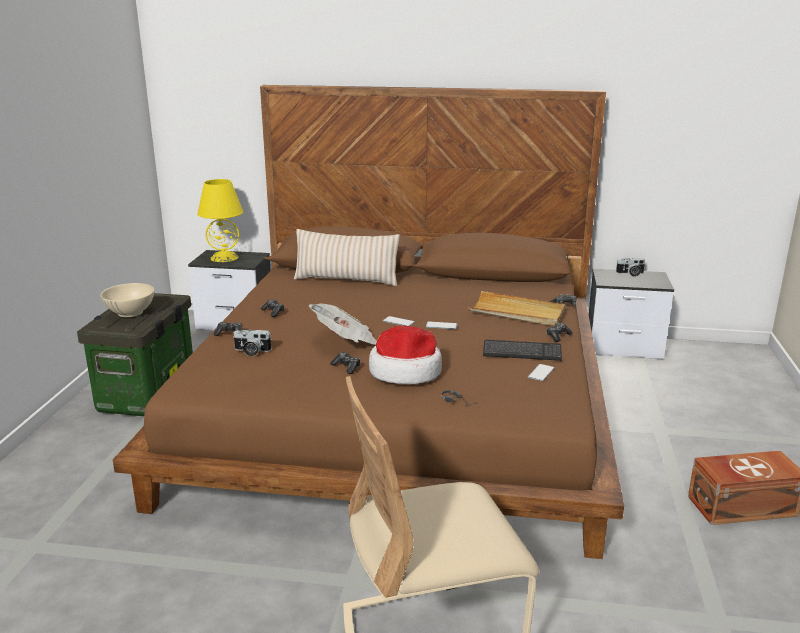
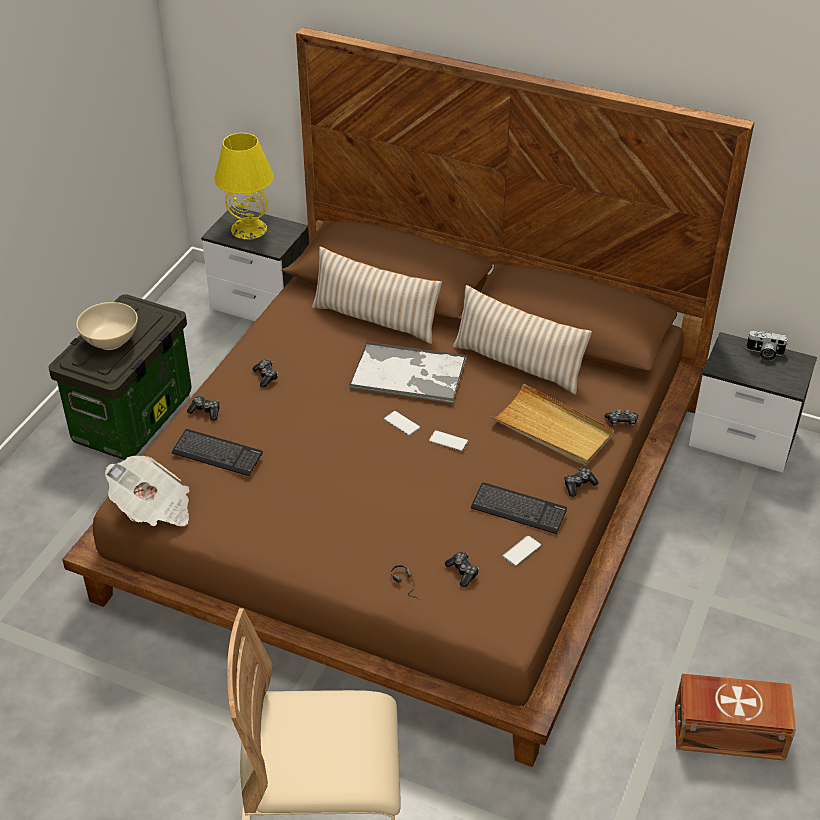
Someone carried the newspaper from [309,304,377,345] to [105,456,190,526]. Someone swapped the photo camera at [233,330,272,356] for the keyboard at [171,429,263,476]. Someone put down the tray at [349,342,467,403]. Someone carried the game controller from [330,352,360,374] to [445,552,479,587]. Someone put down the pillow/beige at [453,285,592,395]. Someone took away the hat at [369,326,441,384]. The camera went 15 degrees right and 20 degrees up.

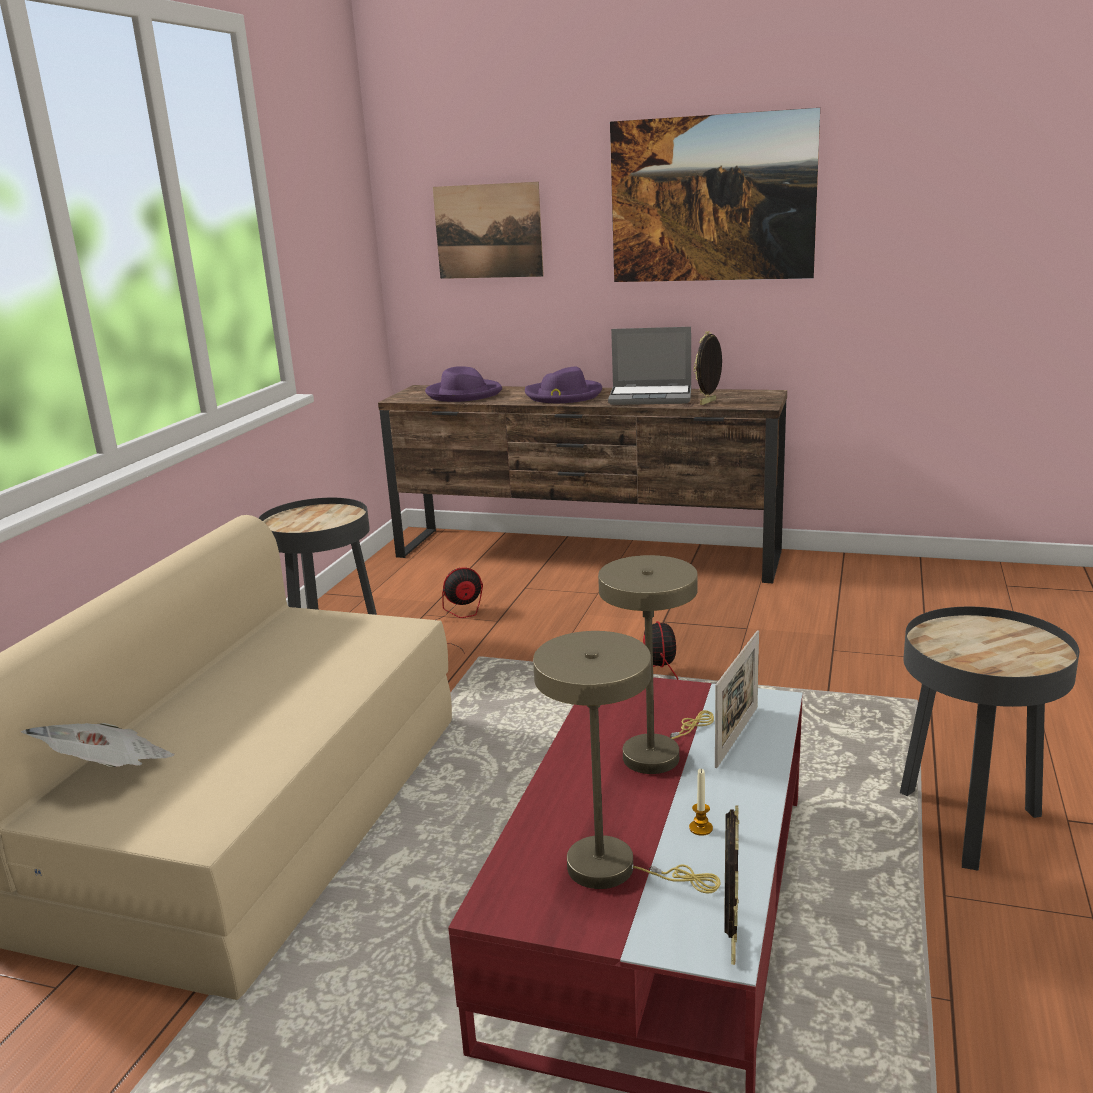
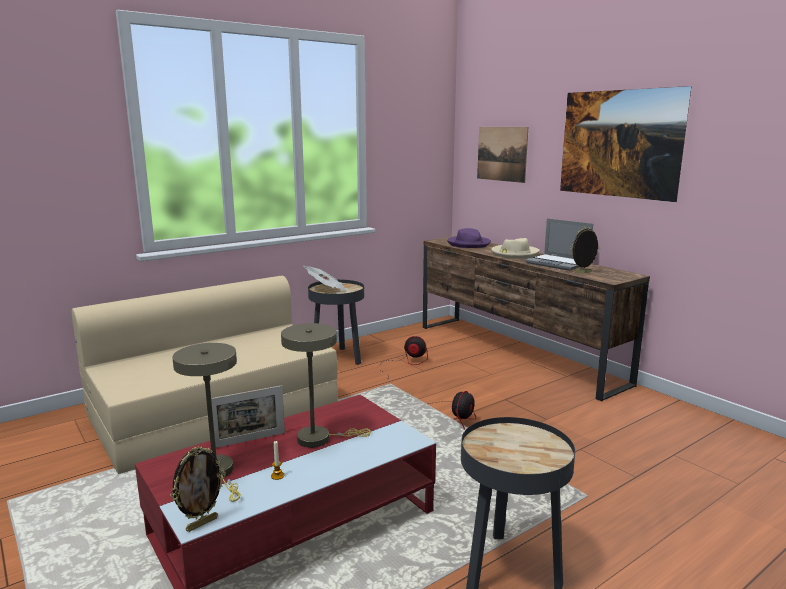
Someone carried the picture frame from [715,630,759,768] to [211,385,285,448]. Someone carried the newspaper from [20,723,174,767] to [303,266,348,292]. Someone repainted the hat/purple at [525,366,602,403], which became the hat/beige at [491,238,539,259]. The camera went 35 degrees right and 5 degrees down.

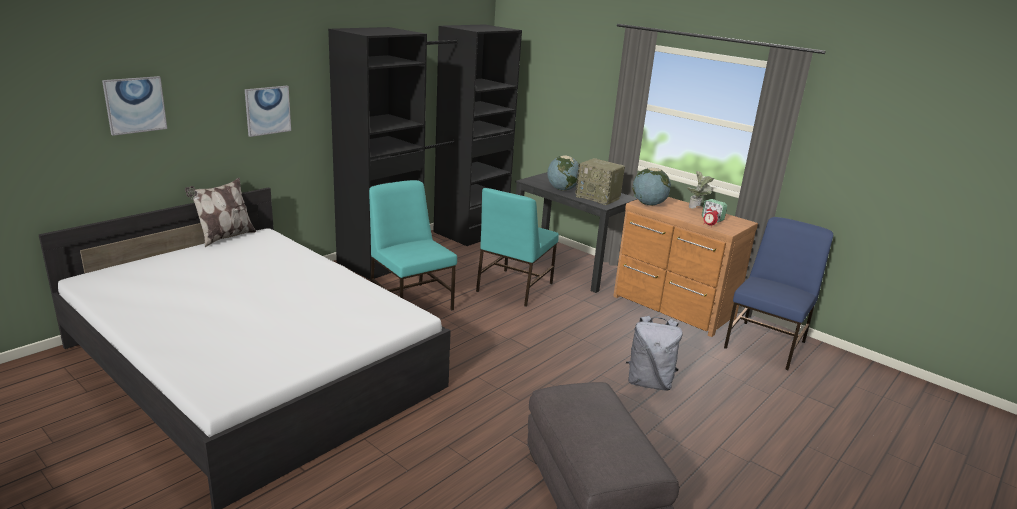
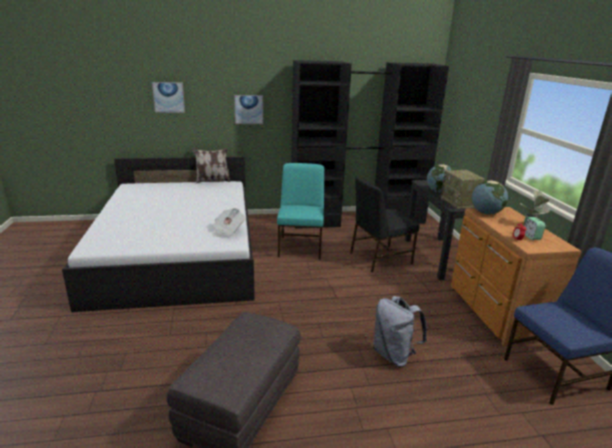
Someone put down the newspaper at [212,208,245,237]. Someone repainted the chair/turquoise at [476,188,559,306], which became the chair/black at [350,176,420,272]. The camera went 40 degrees right and 0 degrees up.

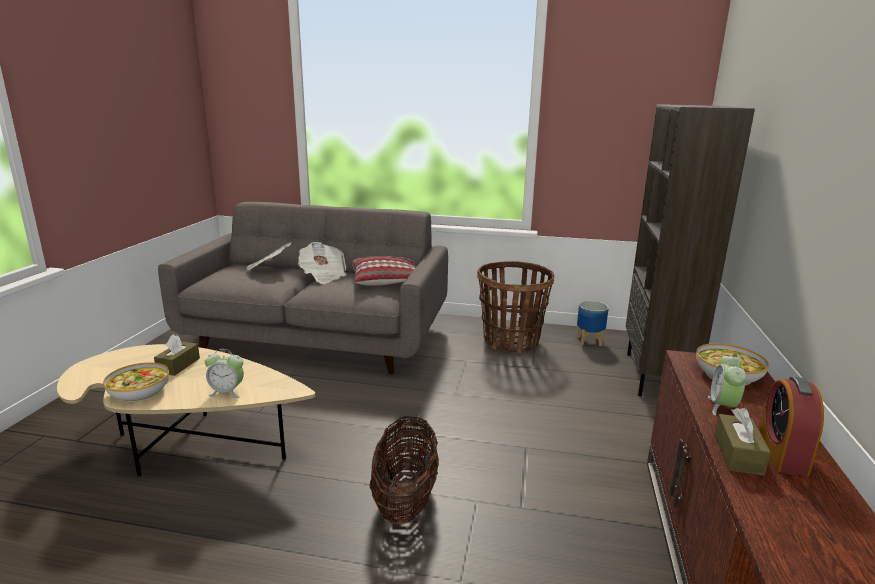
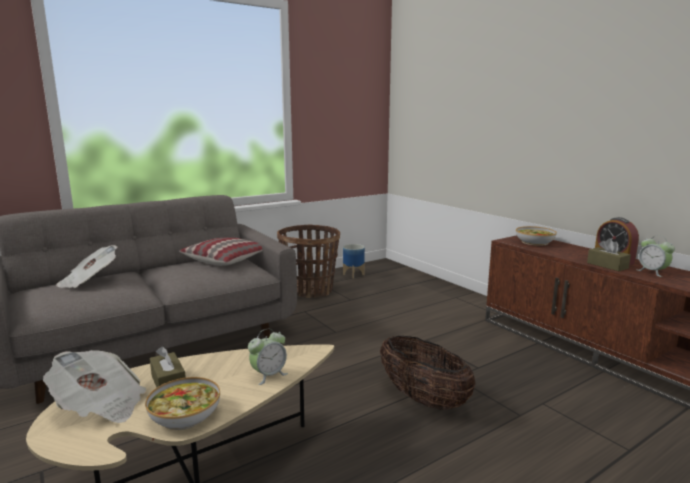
Someone carried the newspaper from [298,242,346,284] to [43,350,146,423]. Someone carried the alarm clock from [708,354,746,416] to [638,235,675,277]. Someone took away the bookcase/brown at [626,104,755,397]. The camera went 45 degrees left and 5 degrees down.

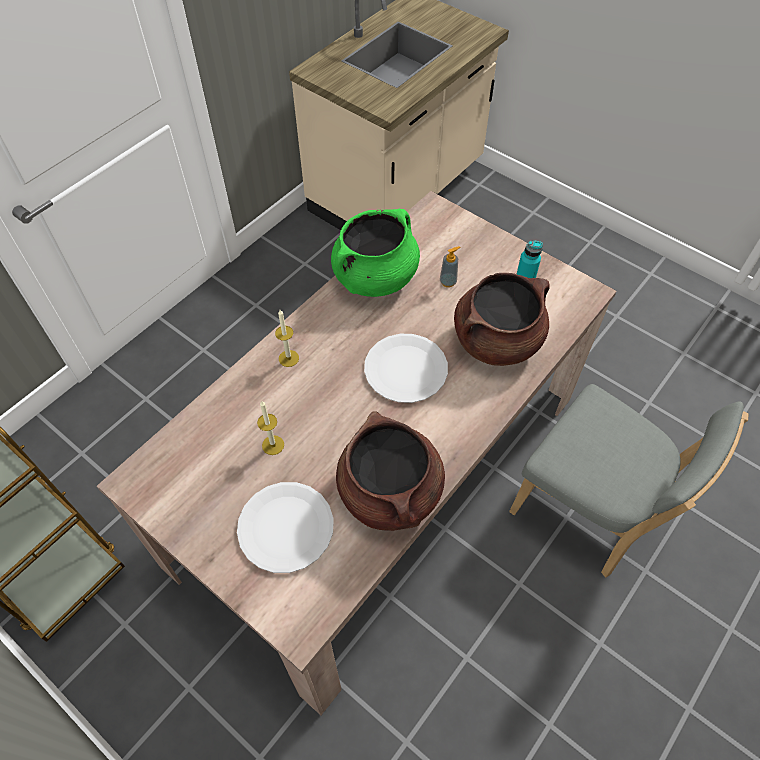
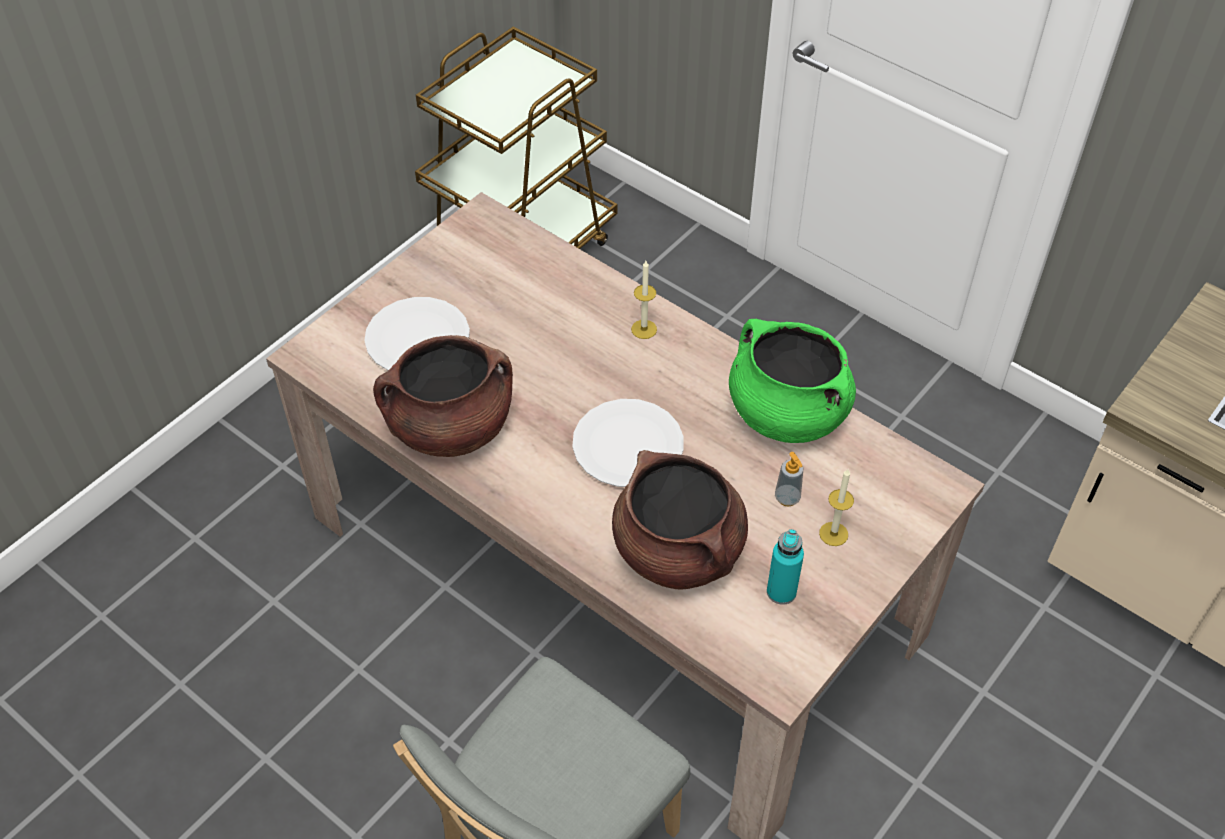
Someone carried the candle from [257,401,284,455] to [819,469,854,546]. The camera went 90 degrees right and 5 degrees down.

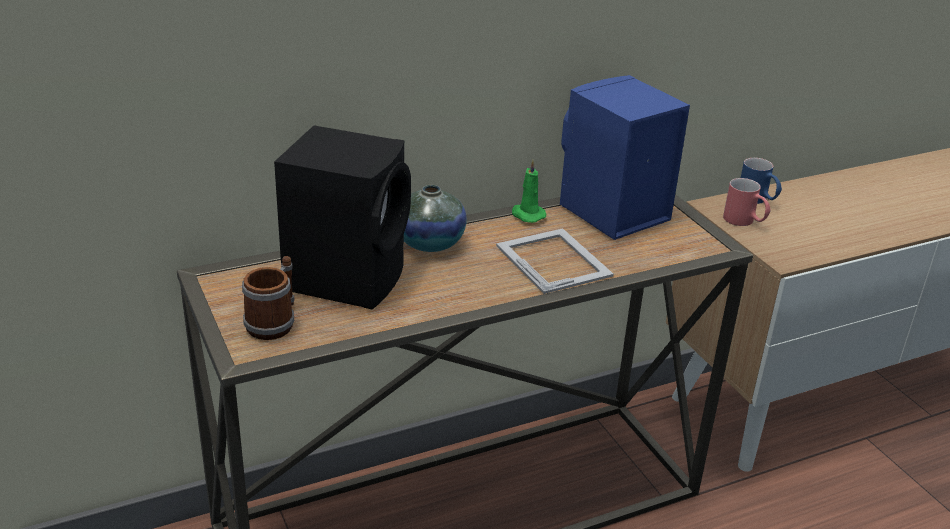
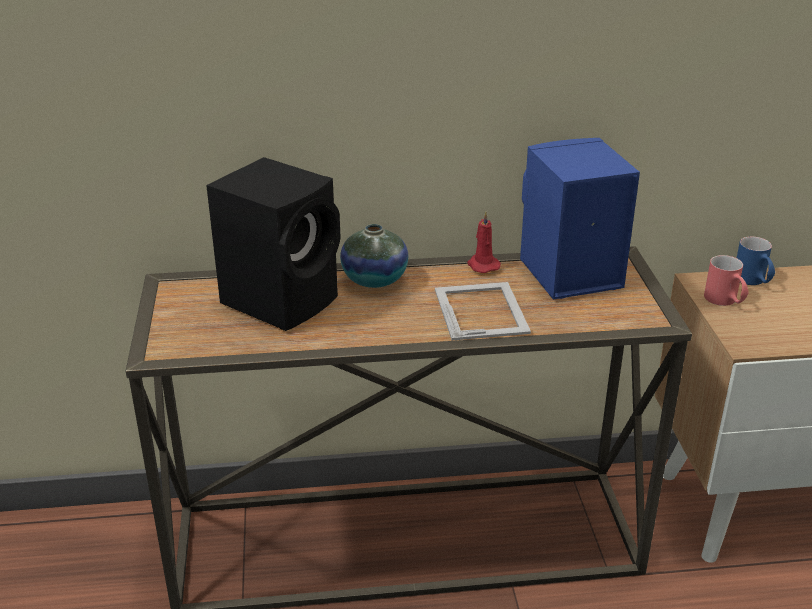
Someone repainted the candle/green at [512,160,546,223], which became the candle/red at [467,212,501,273]. Someone took away the mug at [242,256,294,340]. The camera went 20 degrees right and 0 degrees up.

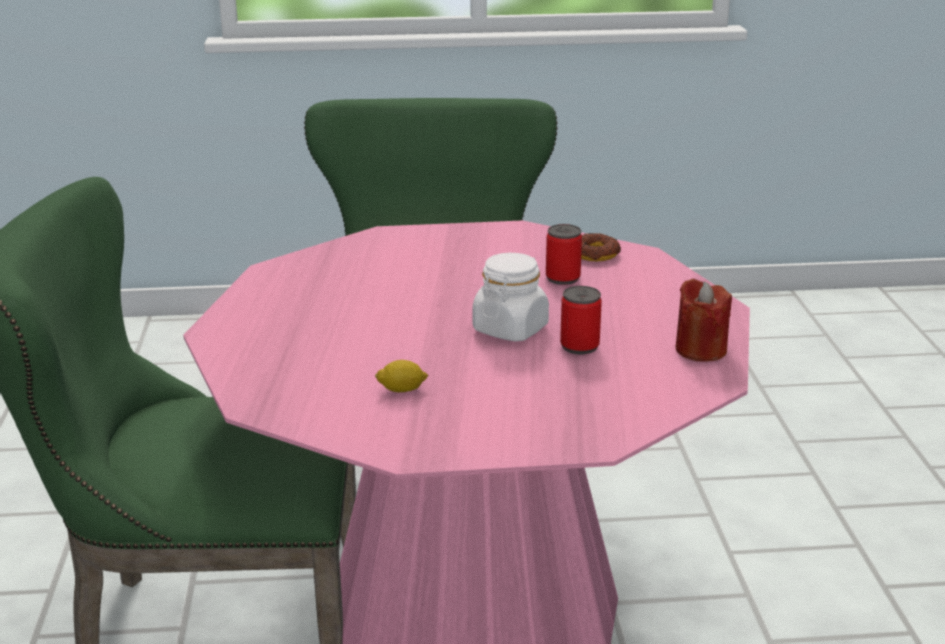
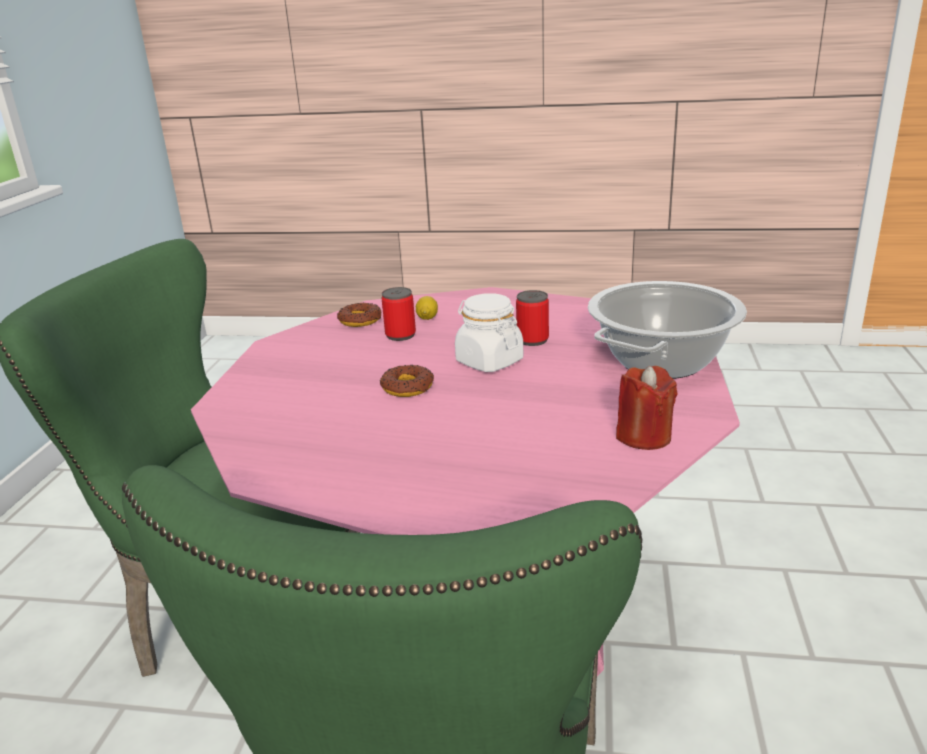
Someone put down the donut at [380,365,434,397]. Someone carried the lemon from [375,360,428,392] to [416,296,438,320]. Someone put down the cooking pot at [588,281,747,379]. Someone carried the candle/red from [676,279,732,362] to [616,366,678,450]. The camera went 75 degrees left and 0 degrees up.

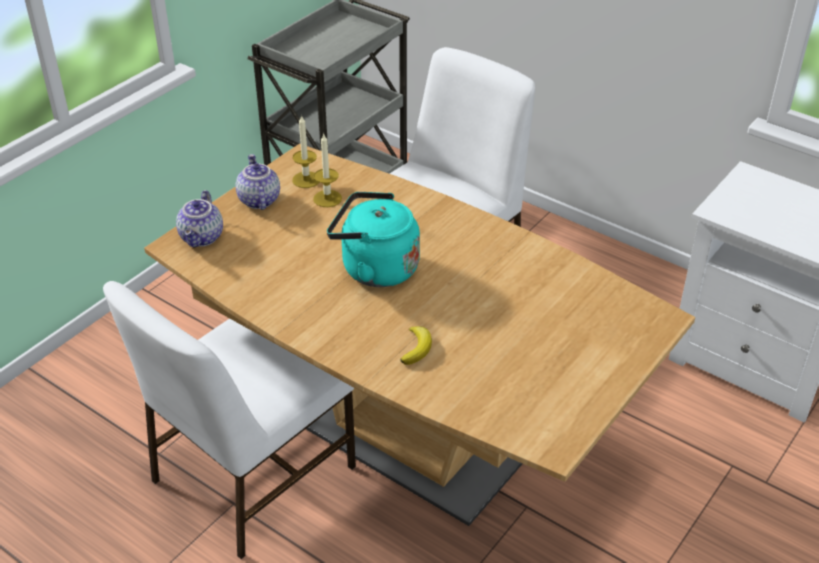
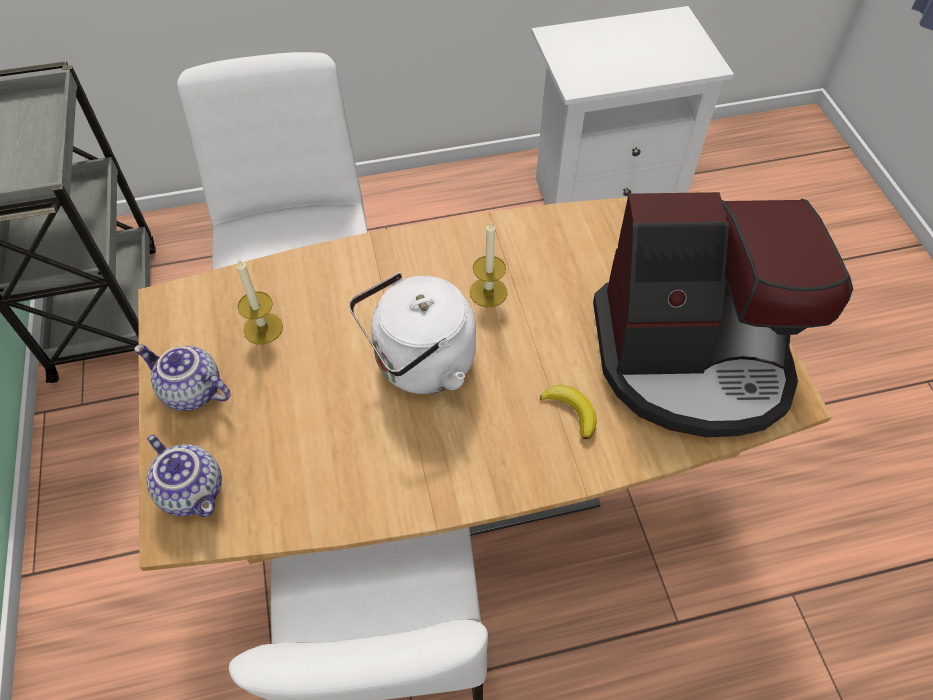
Someone repainted the kettle/turquoise at [327,192,420,287], which became the kettle/white at [349,272,476,394]. Someone carried the candle from [292,115,319,188] to [470,222,507,308]. Someone put down the coffee machine at [593,192,853,437]. The camera went 50 degrees left and 15 degrees up.

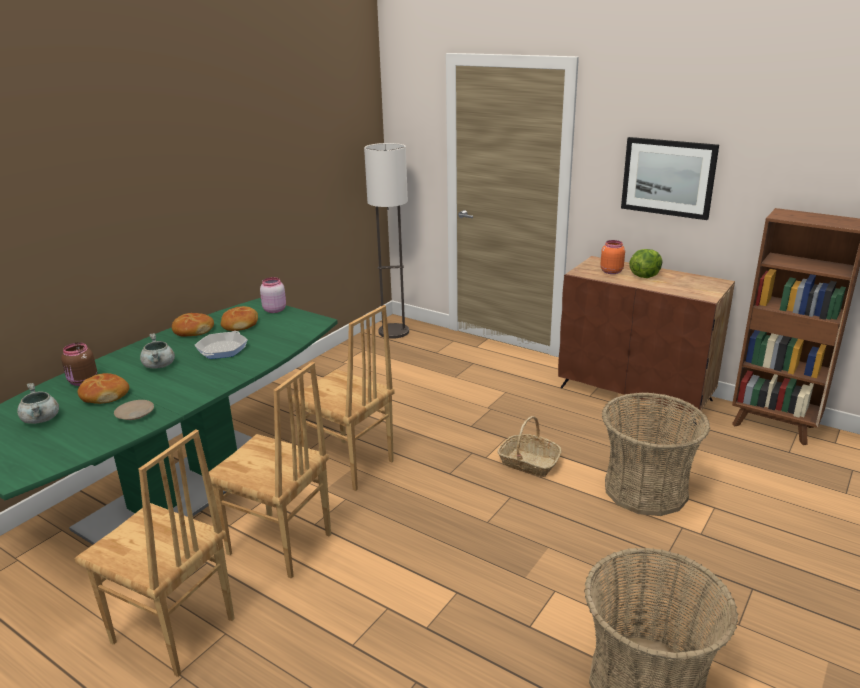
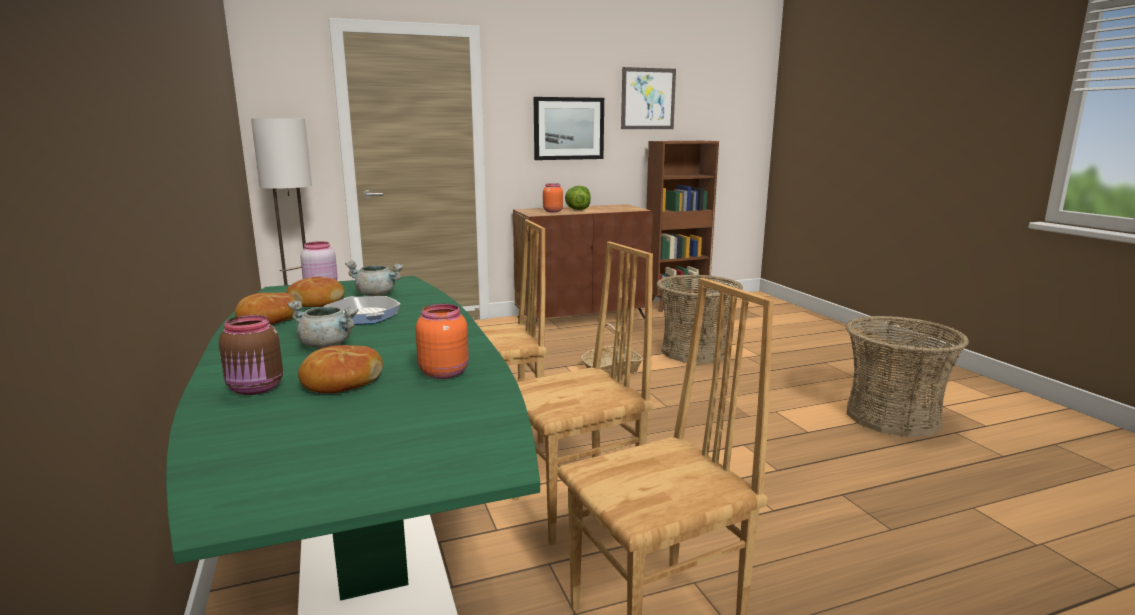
Someone carried the cooking pot/grey from [17,383,59,424] to [345,261,404,296]. Someone swapped the plate/beige at [114,400,154,420] for the jar/orange at [415,304,469,379]. Someone put up the picture at [621,67,676,129]. The camera went 55 degrees left and 10 degrees down.

